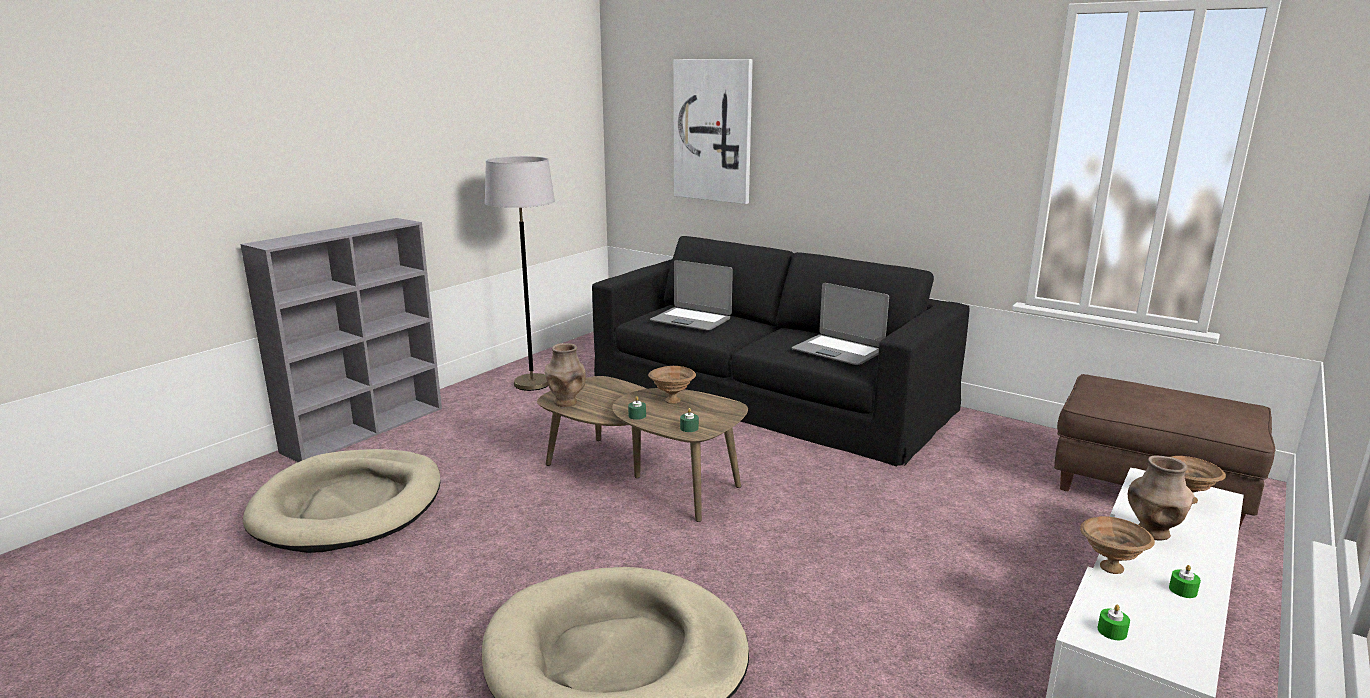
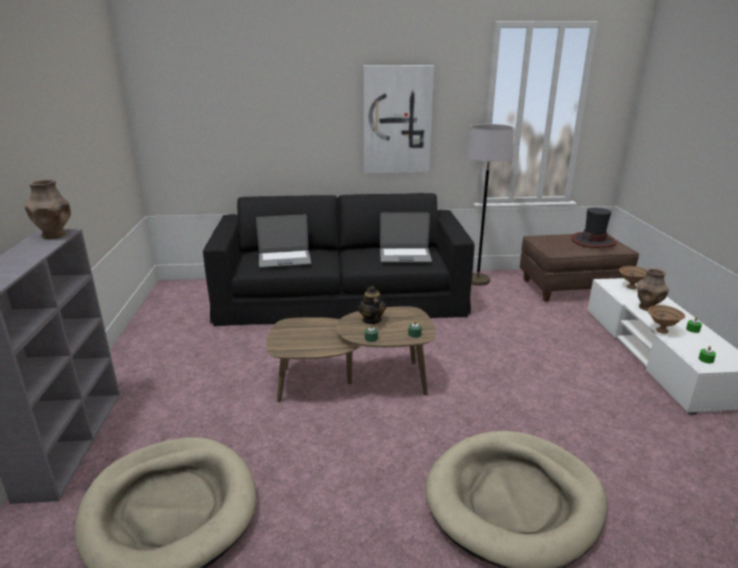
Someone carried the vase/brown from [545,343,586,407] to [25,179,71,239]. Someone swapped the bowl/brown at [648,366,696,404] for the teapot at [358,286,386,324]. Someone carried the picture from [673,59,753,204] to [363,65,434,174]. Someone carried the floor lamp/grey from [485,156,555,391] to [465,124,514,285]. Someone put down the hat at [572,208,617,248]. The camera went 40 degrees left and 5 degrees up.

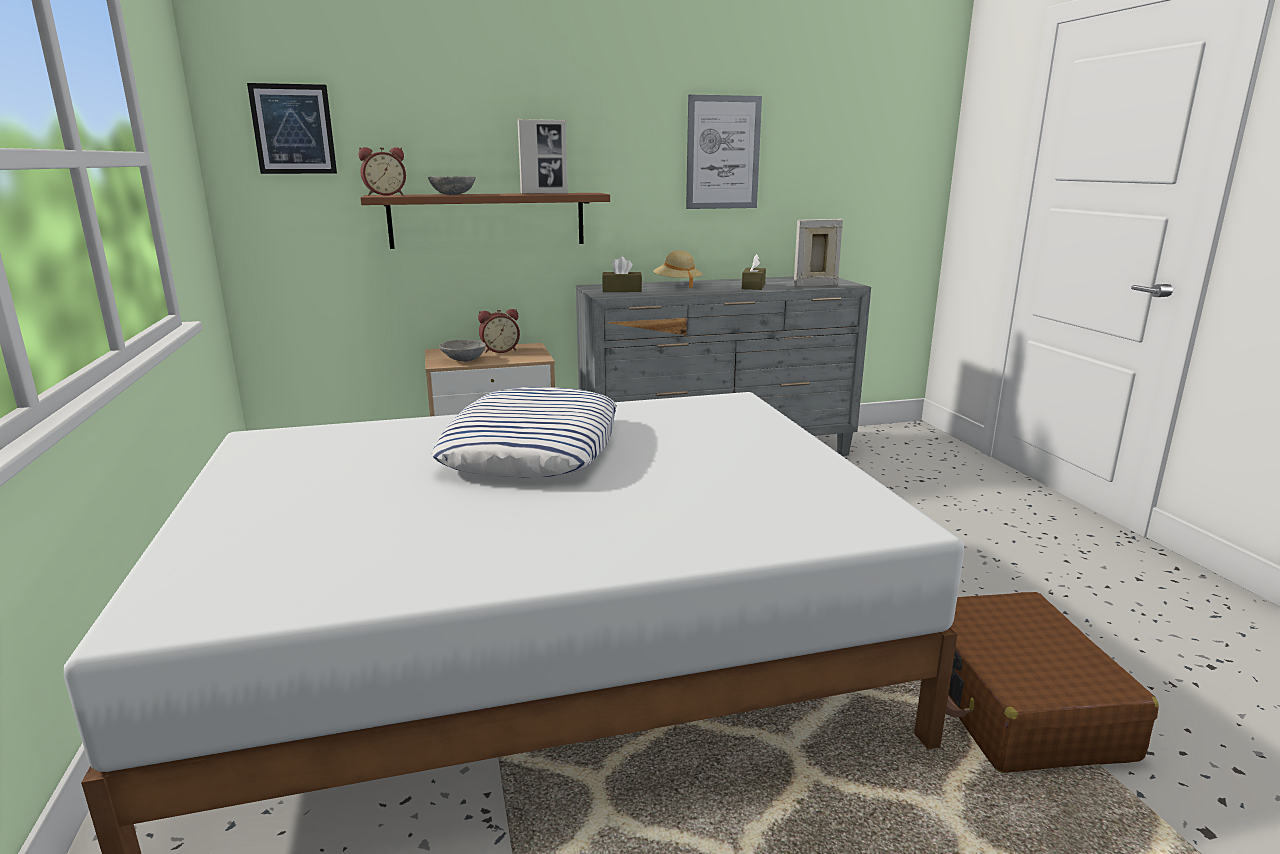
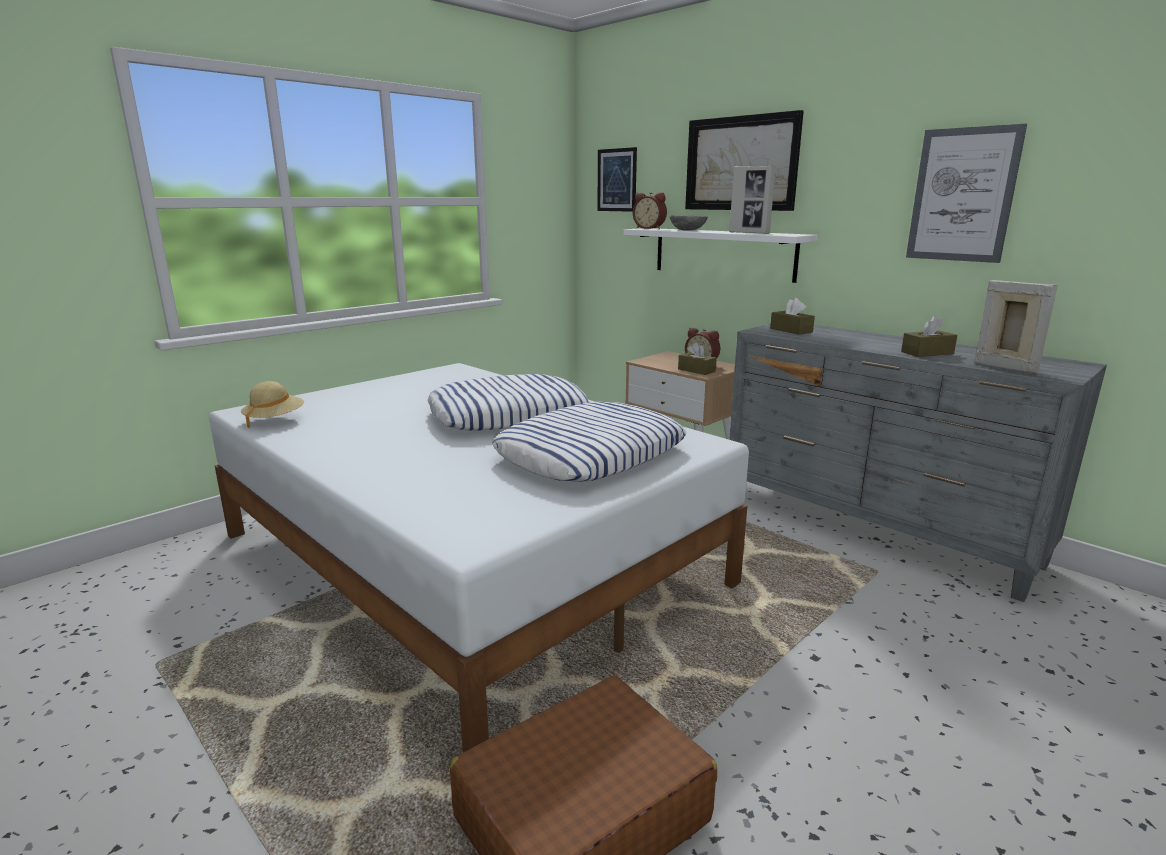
Someone carried the hat/beige from [653,250,703,288] to [241,381,304,429]. Someone put down the pillow at [492,402,687,482]. Someone repainted the shelf/brown at [360,193,610,249], which became the shelf/white at [624,228,818,283]. Someone put down the tissue box/brown at [678,342,717,375]. Someone put up the picture at [685,110,804,211]. Someone took away the bowl/grey at [439,340,486,362]. The camera went 60 degrees right and 0 degrees up.

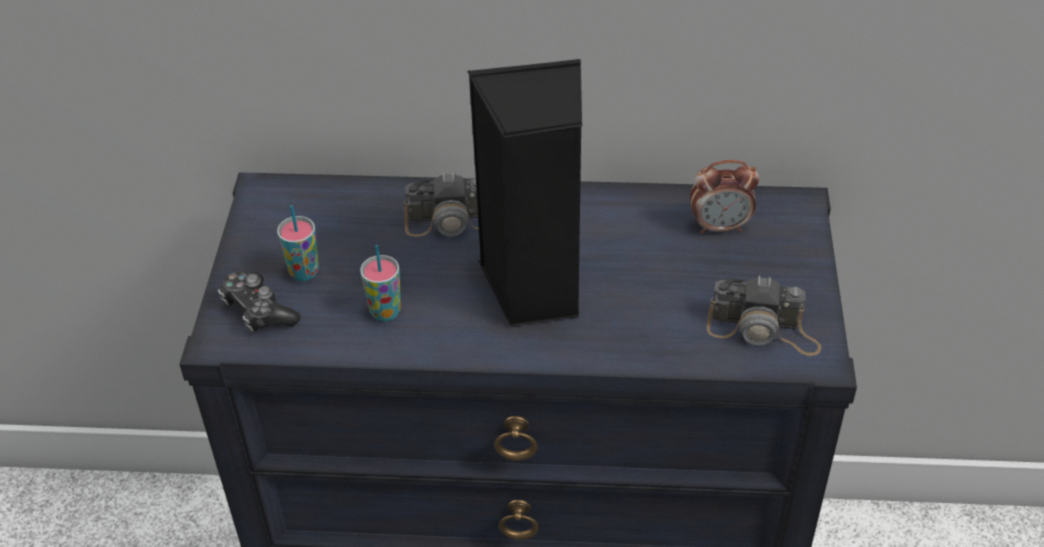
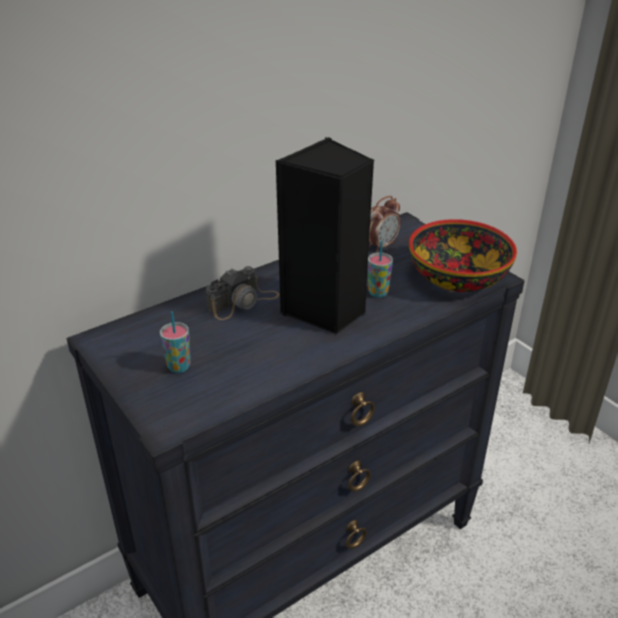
Someone carried the cup from [360,245,401,322] to [368,241,393,298]. Someone swapped the photo camera at [707,276,821,356] for the bowl at [409,219,517,292]. Someone took away the game controller at [218,272,301,332]. The camera went 40 degrees left and 10 degrees down.

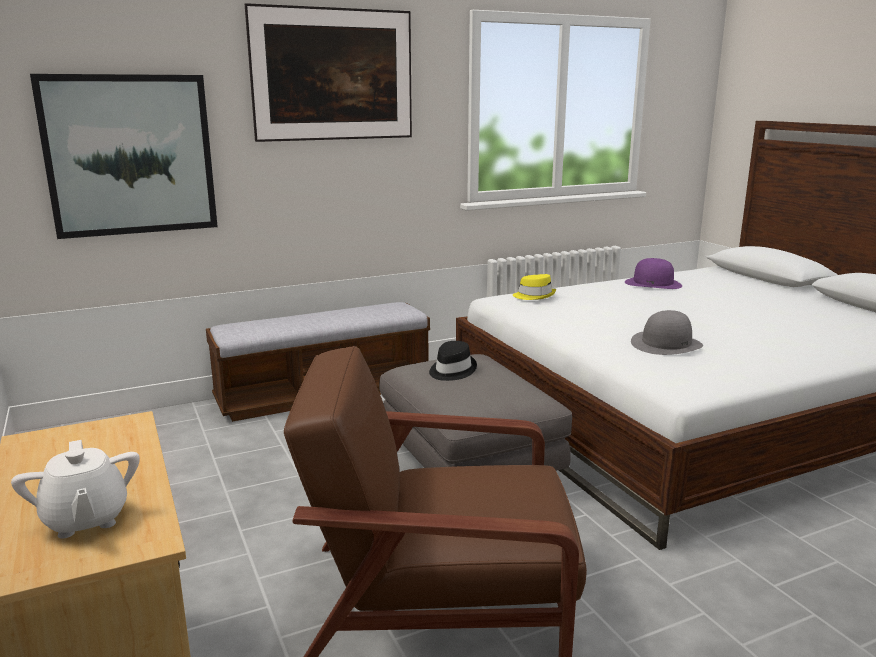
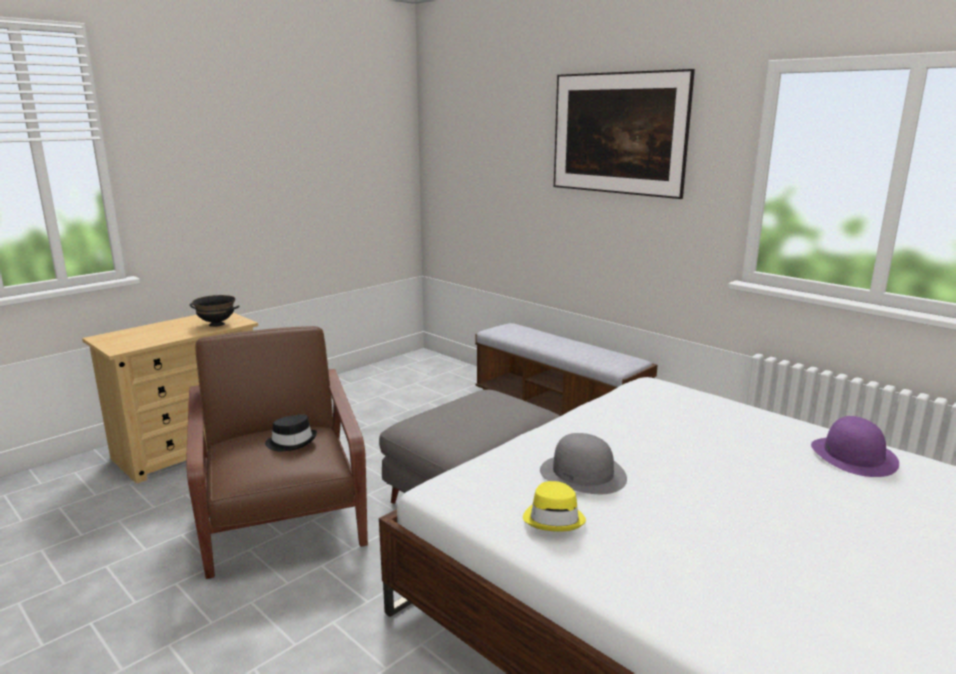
Someone put down the bowl/black at [190,295,240,327]. Someone carried the hat/black from [429,341,477,381] to [265,415,317,452]. Someone carried the hat/yellow from [513,274,556,300] to [523,481,586,532]. Someone took away the teapot/white at [11,440,140,539]. Someone took away the picture at [30,74,218,239]. The camera went 70 degrees right and 0 degrees up.

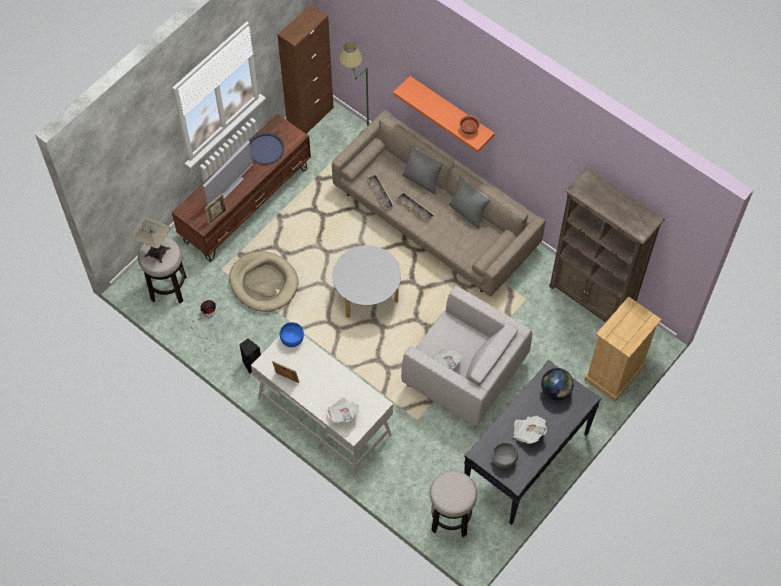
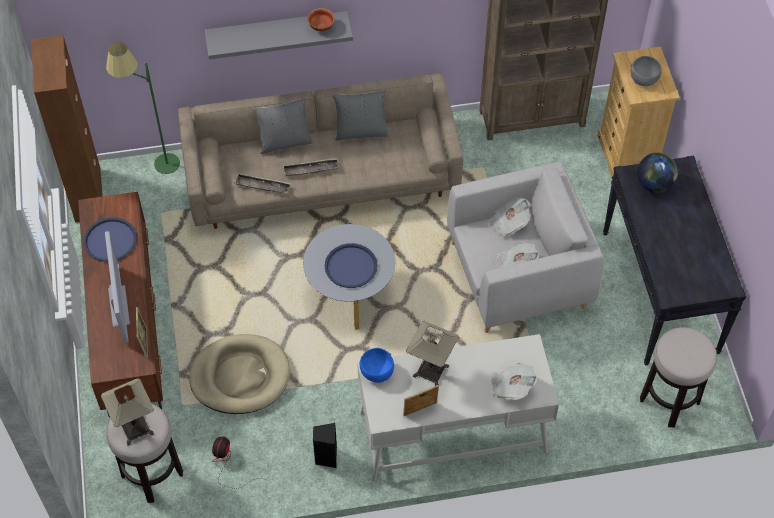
Someone repainted the shelf/orange at [393,76,495,152], which became the shelf/grey at [205,11,353,59]. Someone put down the tray/blue at [325,243,378,288]. Someone put down the table lamp at [406,321,459,386]. Someone carried the newspaper from [513,415,547,444] to [487,196,531,237]. Someone carried the bowl/grey from [492,443,518,468] to [631,56,662,86]. The camera went 50 degrees left and 5 degrees down.

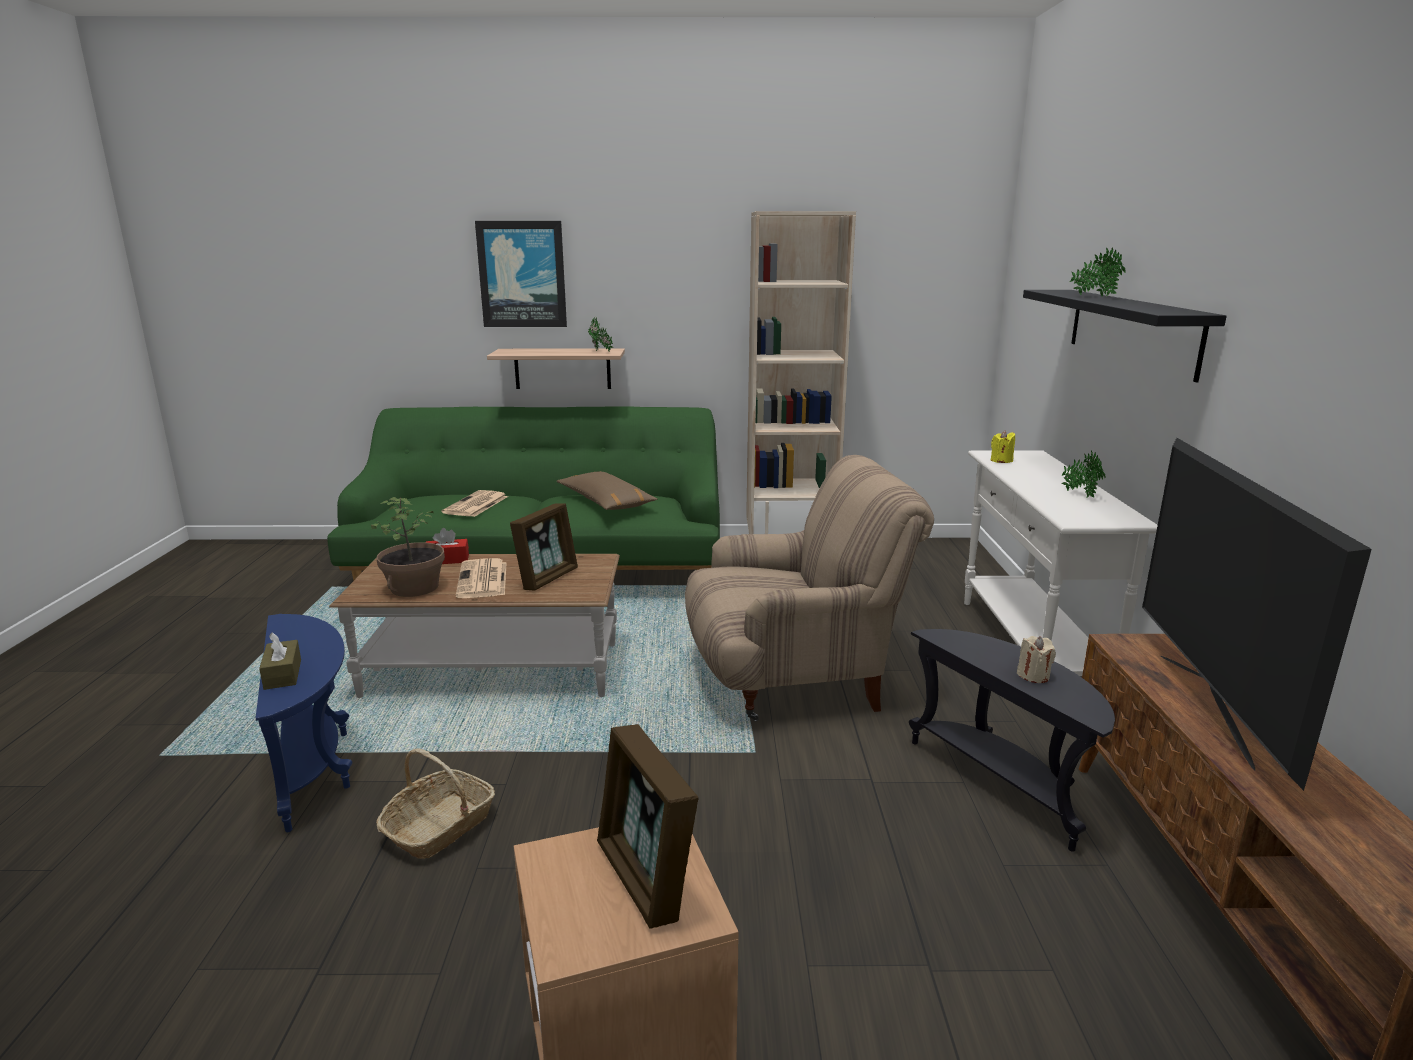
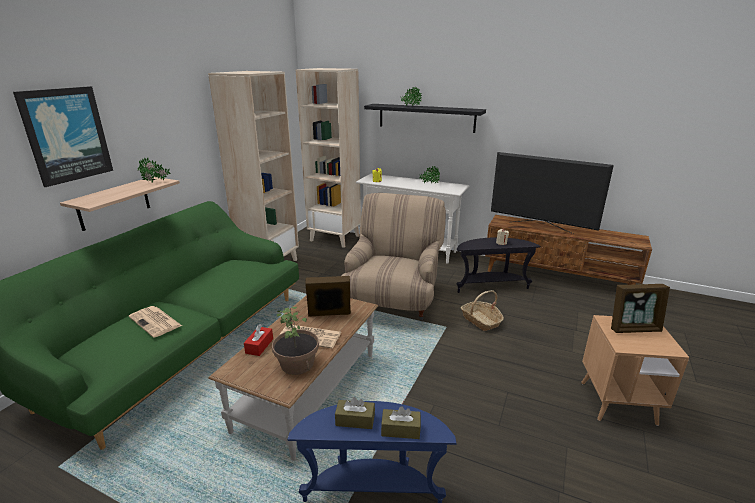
Someone put down the bookcase/beige at [296,68,361,248]. Someone rotated the picture frame at [510,503,578,590] by 60 degrees counterclockwise. Someone put down the tissue box/brown at [335,397,375,429]. Someone carried the basket from [376,749,495,859] to [461,290,504,331]. Someone took away the pillow/brown at [557,471,657,510]. The camera went 65 degrees left and 5 degrees up.

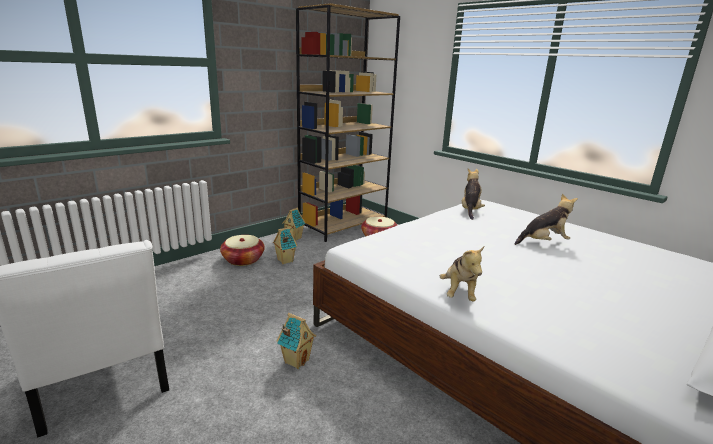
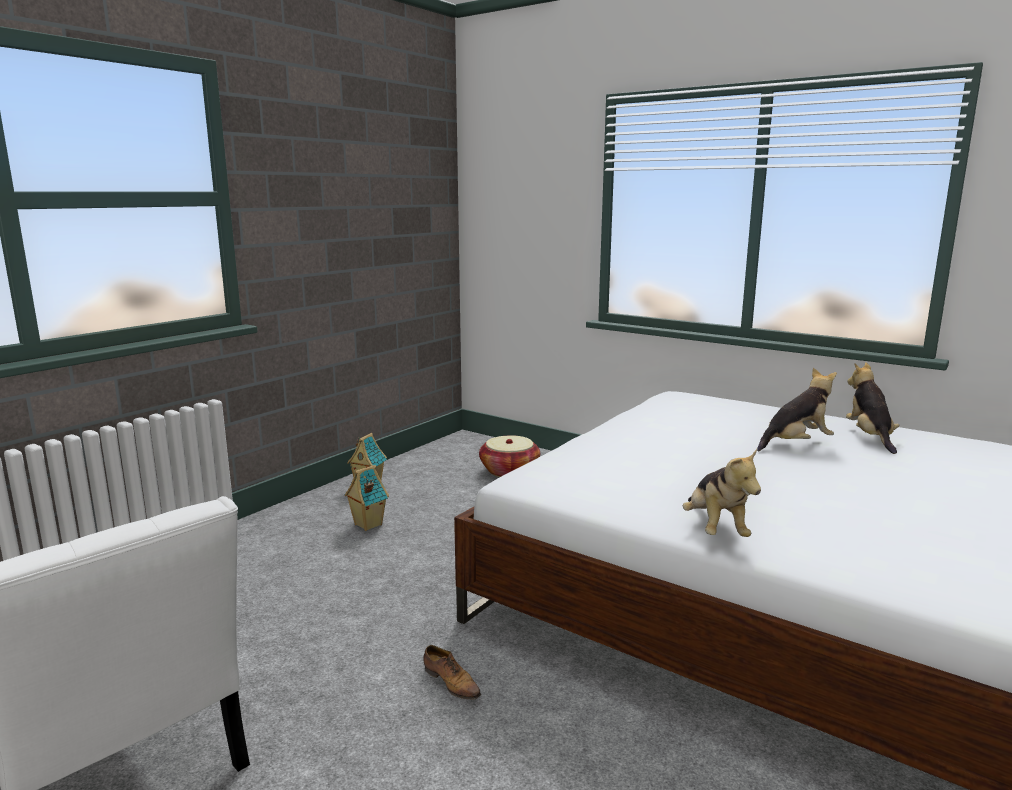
Someone swapped the toy house at [277,313,316,369] for the shoe at [423,645,481,700]. Someone carried the plush toy from [462,169,485,220] to [846,362,899,454]. Someone took away the basket at [220,235,265,266]. Someone took away the bookcase/brown at [296,3,400,242]. The camera went 10 degrees left and 5 degrees down.

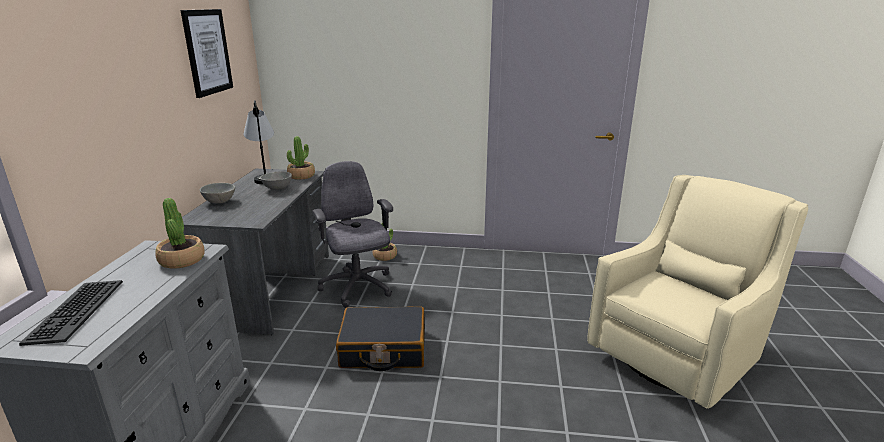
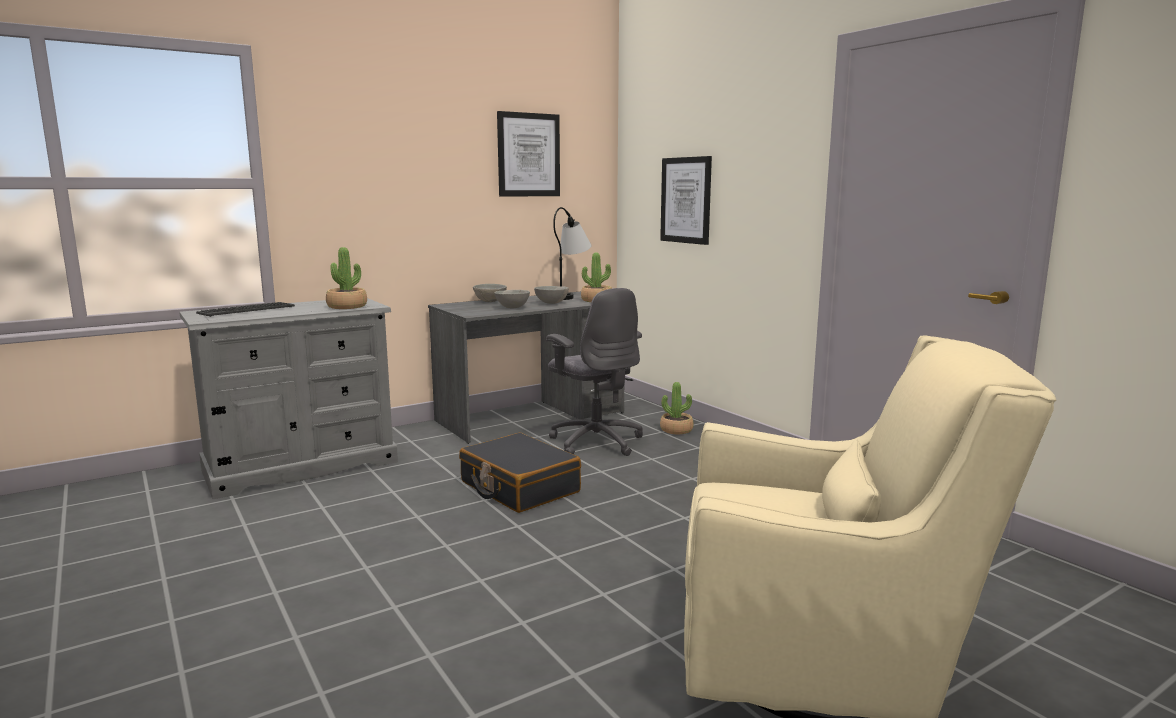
Someone put down the bowl/grey at [494,290,530,308]. Someone rotated the office chair/grey at [312,161,393,308] by 120 degrees clockwise. Someone put up the picture at [660,156,712,245]. The camera went 50 degrees right and 10 degrees down.

